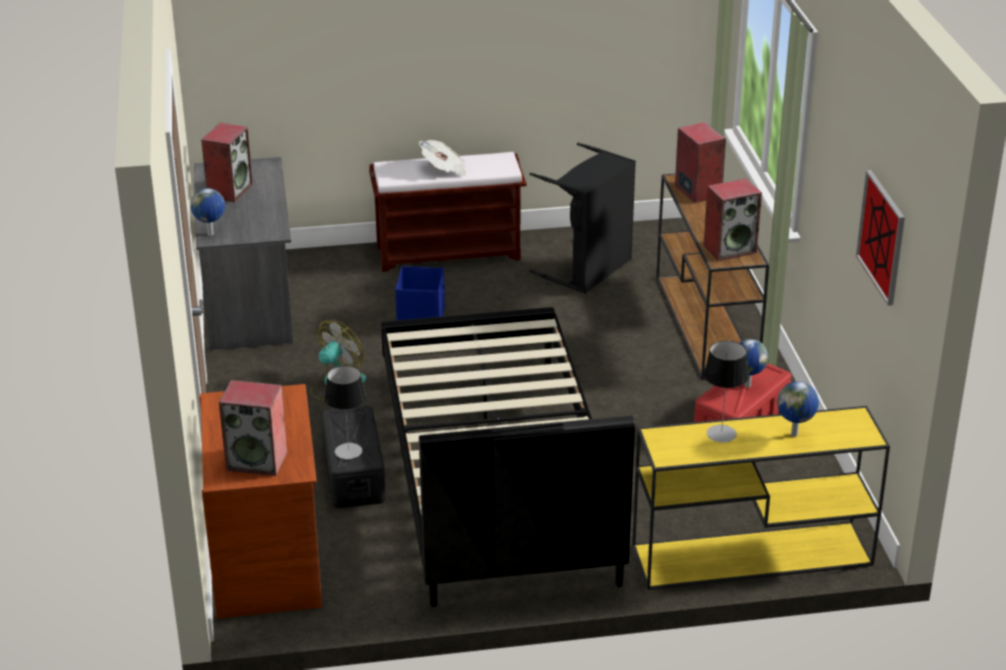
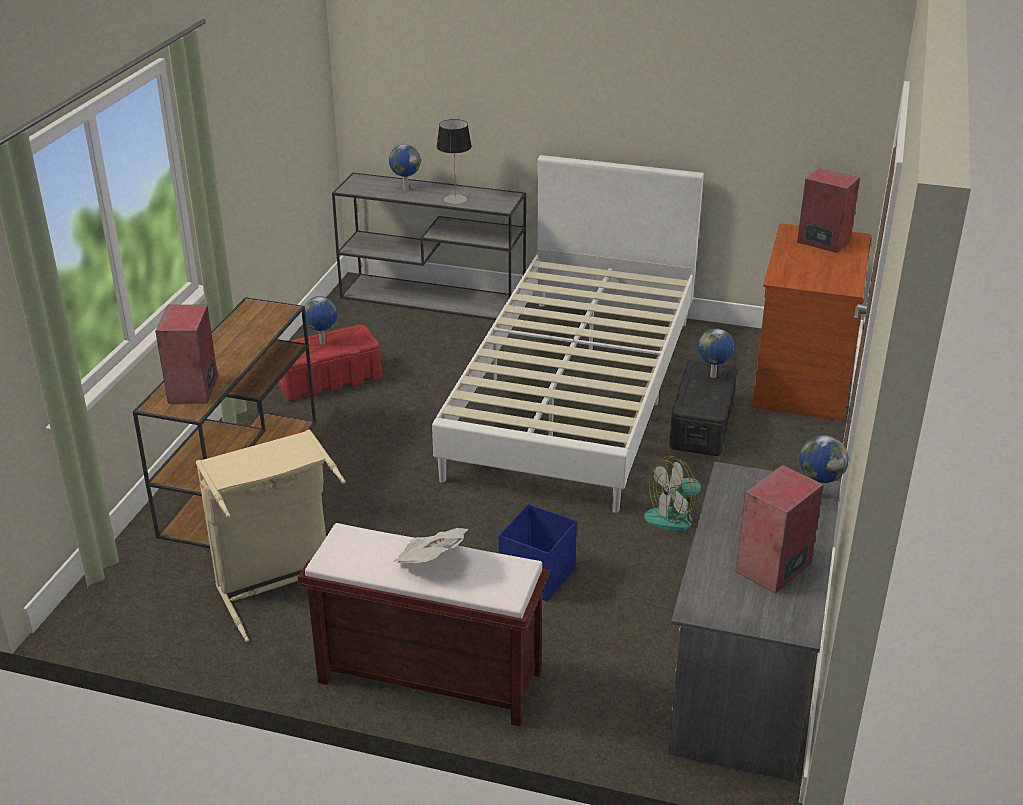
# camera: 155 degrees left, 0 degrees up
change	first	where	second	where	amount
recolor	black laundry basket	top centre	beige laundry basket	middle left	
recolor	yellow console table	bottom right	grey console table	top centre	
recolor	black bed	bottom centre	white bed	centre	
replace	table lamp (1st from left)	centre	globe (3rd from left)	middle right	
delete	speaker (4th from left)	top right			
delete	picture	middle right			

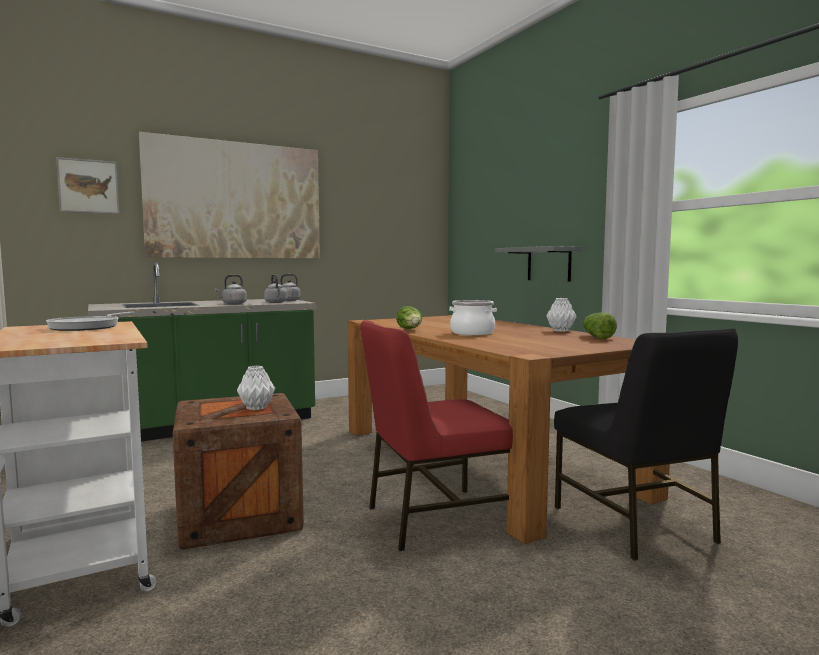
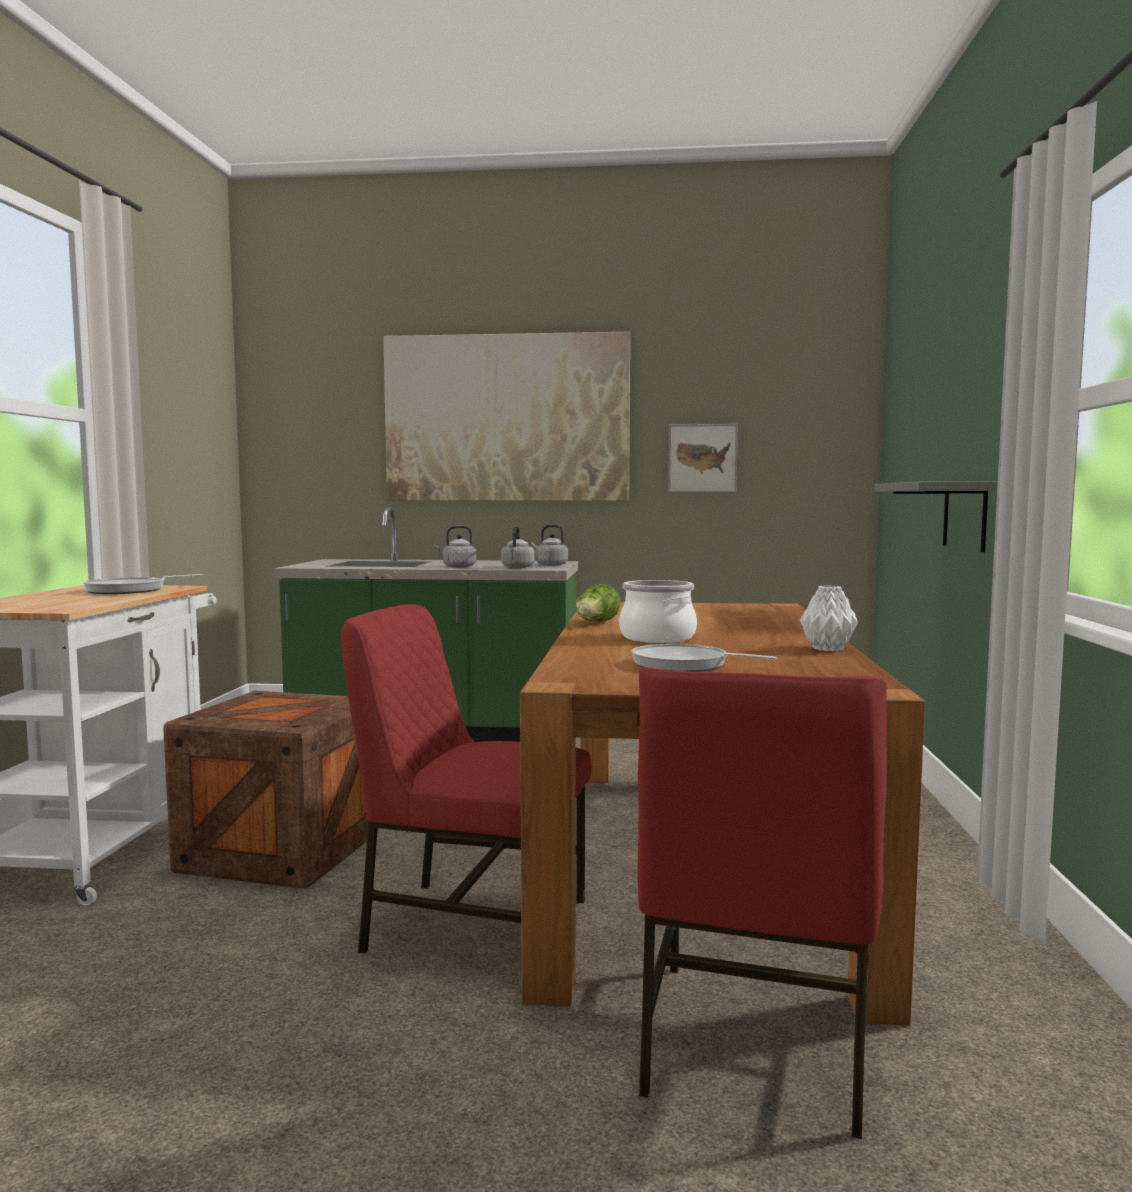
# camera: 35 degrees right, 0 degrees up
change	first	where	second	where	amount
insert			frying pan (2nd from left)	centre	
recolor	black chair	bottom right	red chair (2nd from left)	bottom right	
move	picture (1st from left in the first image)	top left	picture (2nd from left)	centre	
delete	white vase (1st from left)	middle left			
delete	lettuce (2nd from left)	middle right			

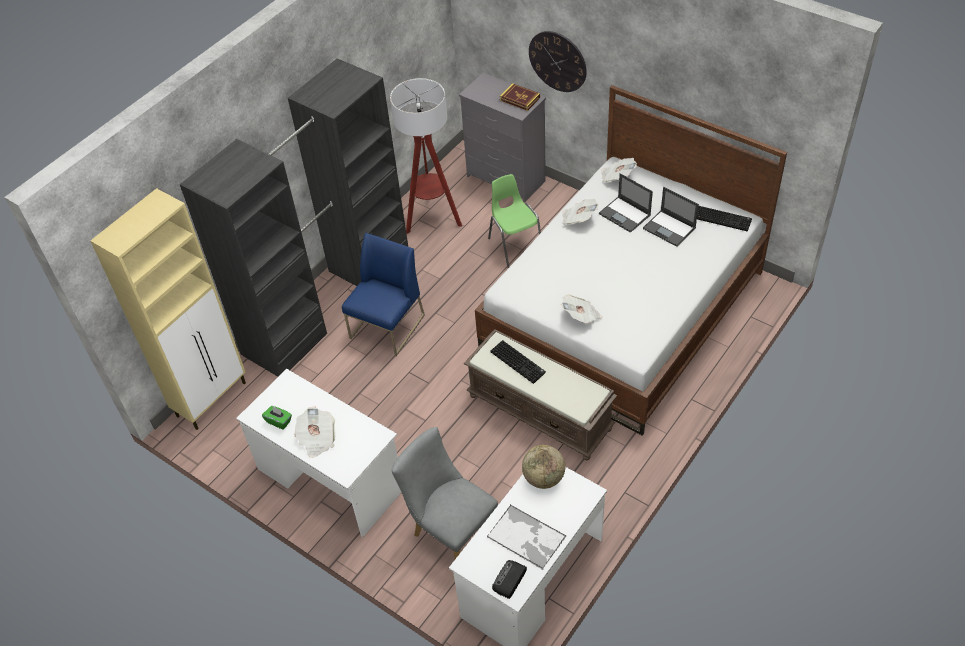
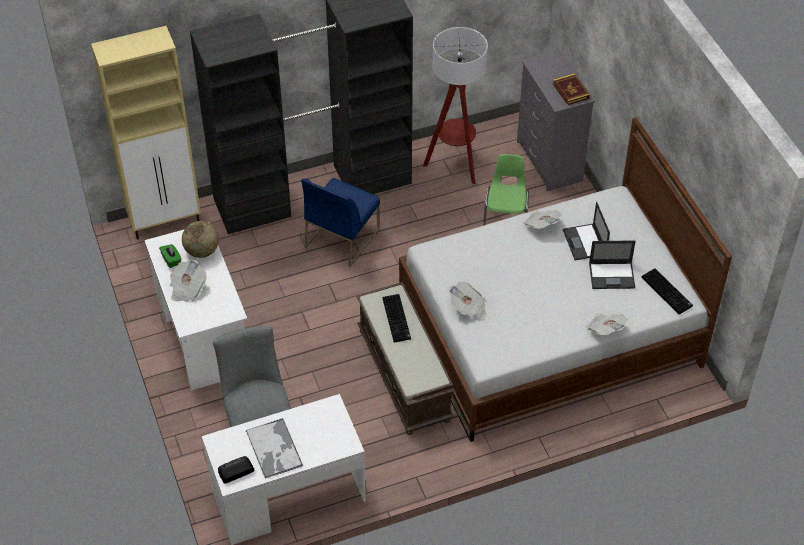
# camera: 30 degrees right, 0 degrees up
change	first	where	second	where	amount
move	globe	bottom centre		middle left	
rotate	blue chair	centre		centre	150 degrees clockwise
move	newspaper (4th from left)	top centre		middle right	
rotate	laptop (2nd from left)	middle right		middle right	75 degrees counterclockwise
delete	wall clock	top centre			

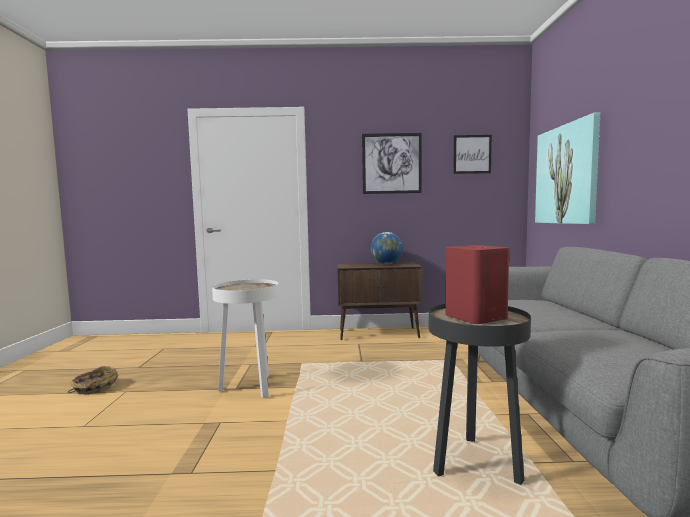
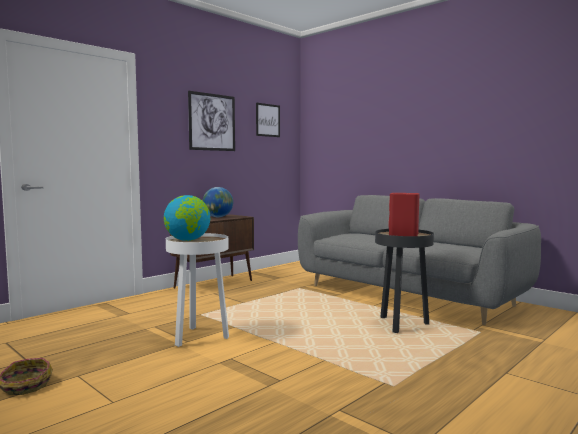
# camera: 45 degrees left, 0 degrees up
change	first	where	second	where	amount
insert			globe (1st from left)	middle left	
delete	picture (3rd from left)	top right			

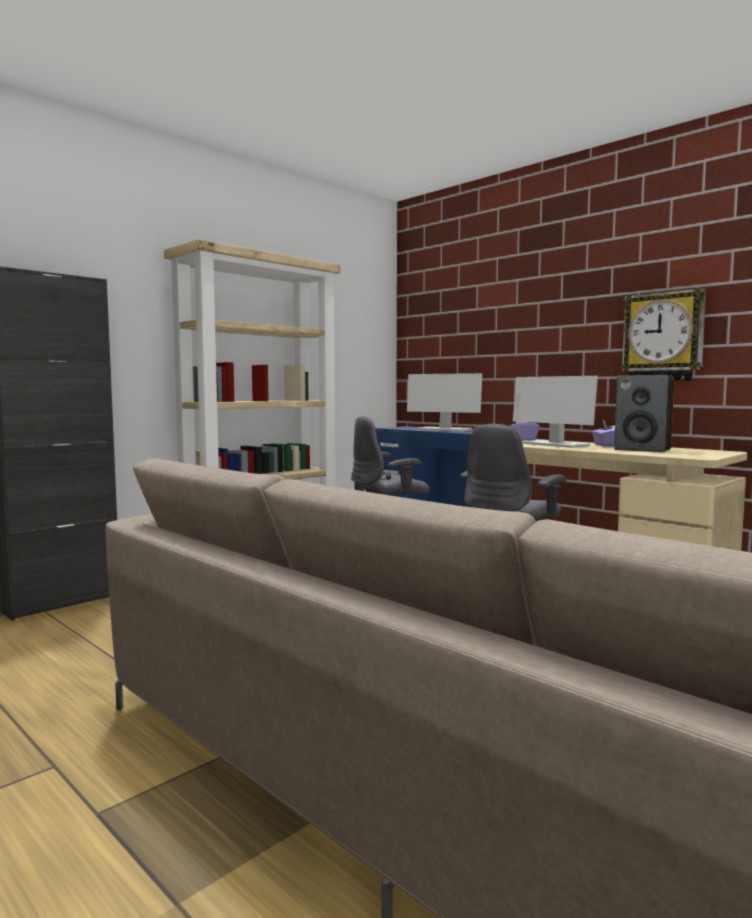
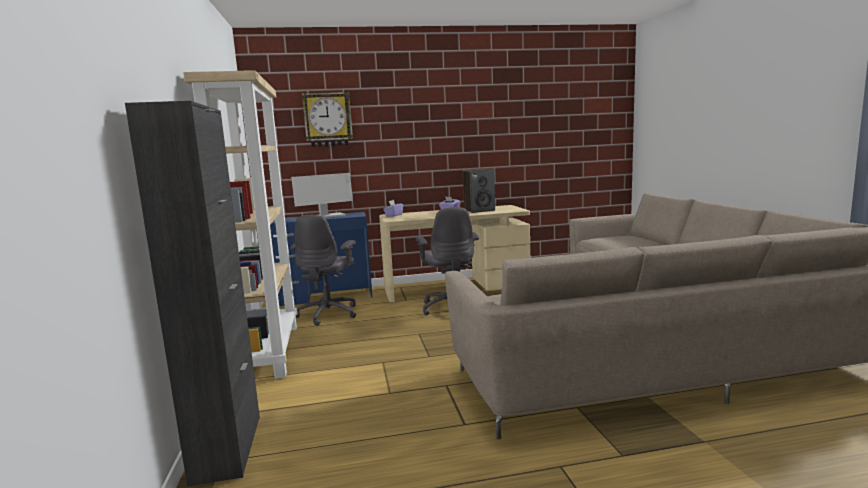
# camera: 55 degrees left, 5 degrees up
change	first	where	second	where	amount
move	wall clock	middle right		top centre	
delete	monitor (2nd from left)	middle right			

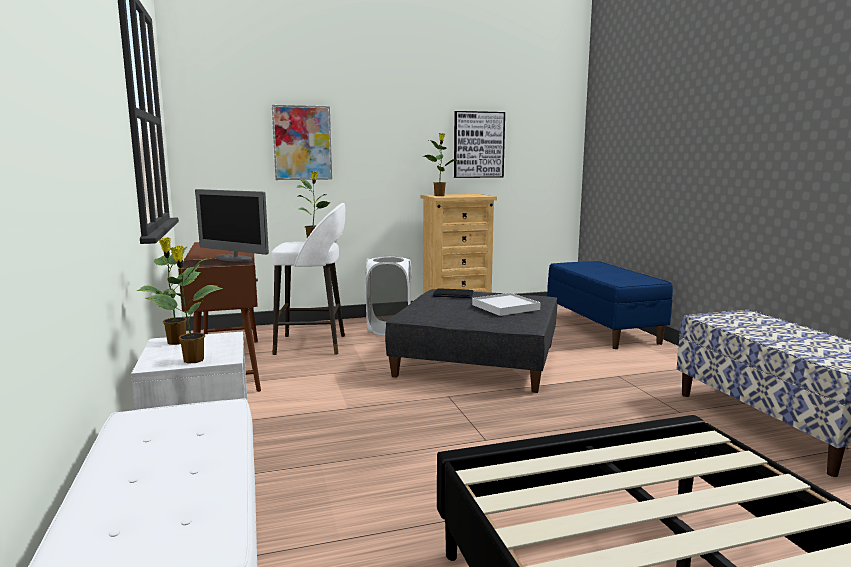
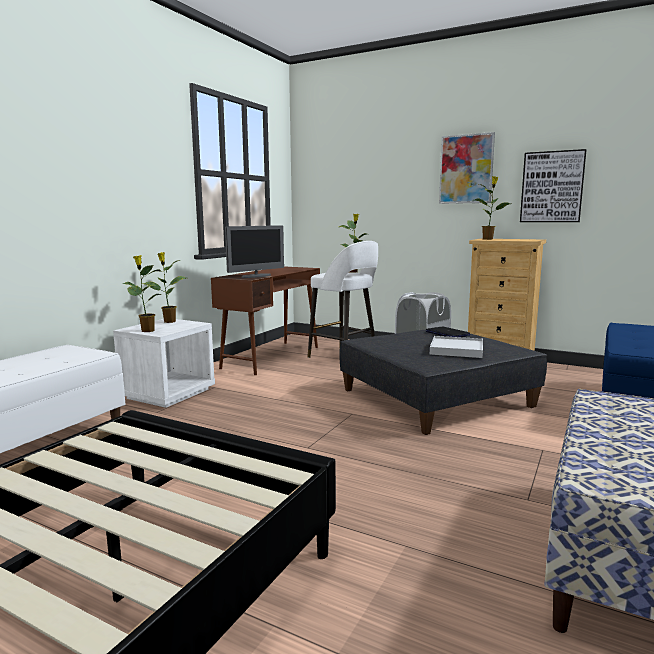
# camera: 45 degrees right, 0 degrees up
change	first	where	second	where	amount
rotate	monitor	middle left		centre	120 degrees counterclockwise
move	picture (1st from left)	top centre		top right	

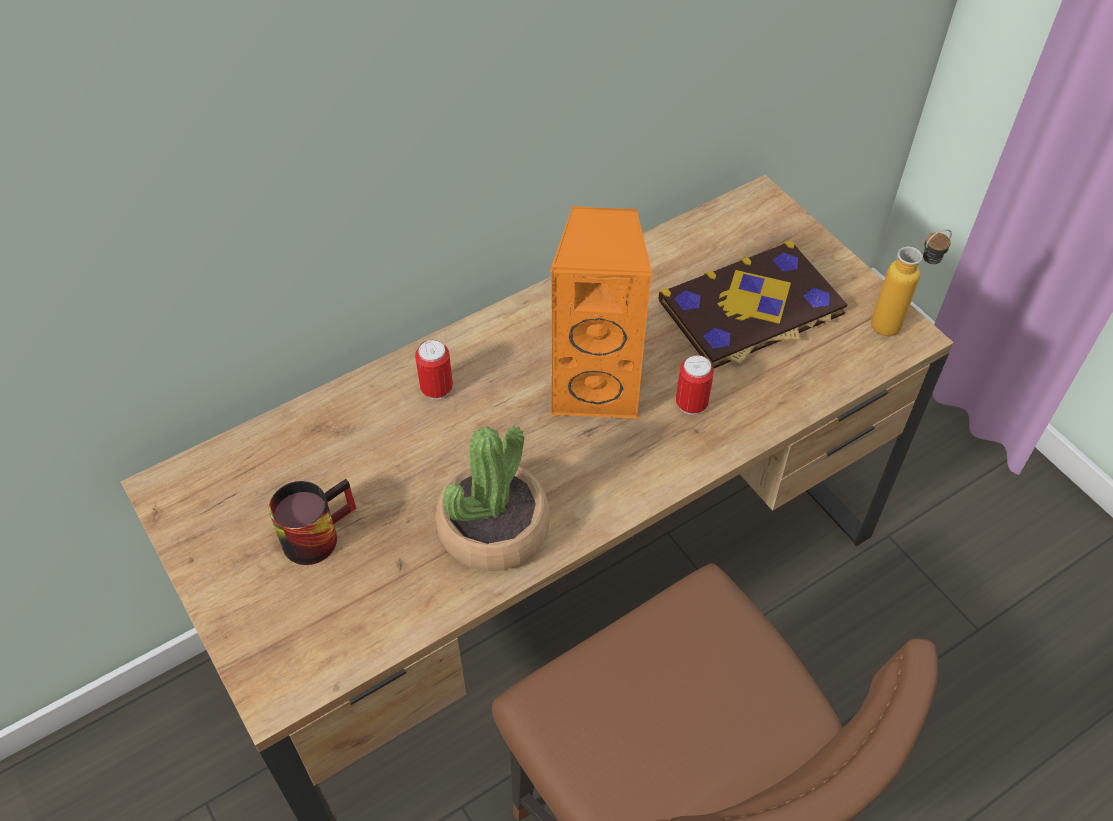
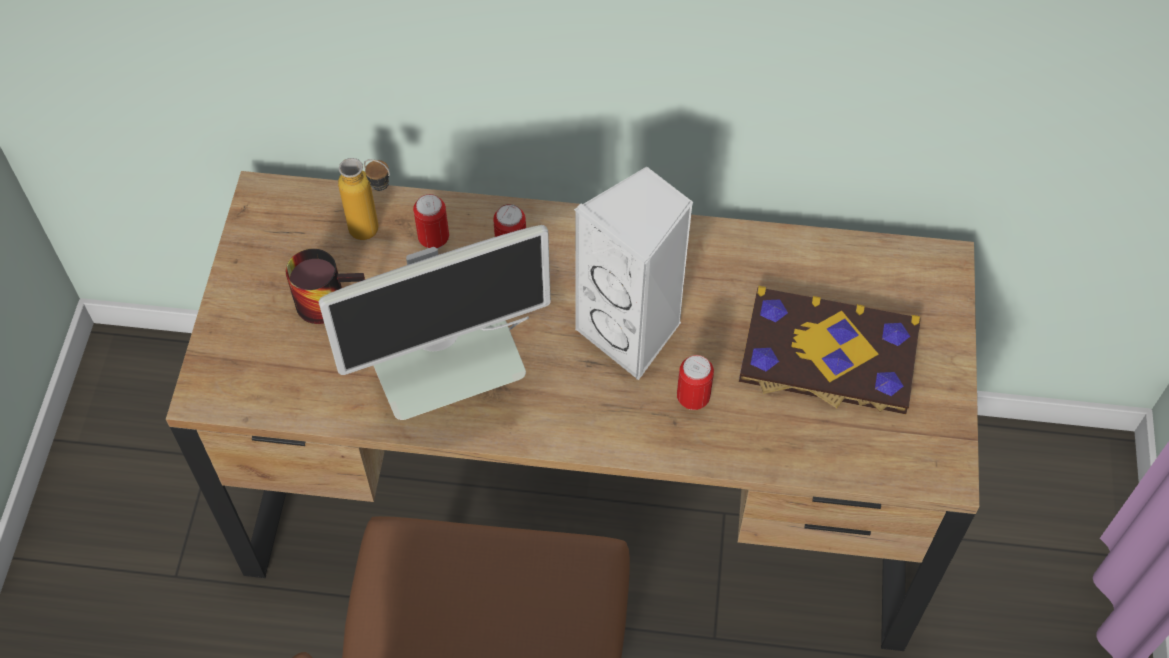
# camera: 40 degrees right, 5 degrees up
change	first	where	second	where	amount
replace	potted plant	centre	monitor	centre	
move	bottle	middle right		top left	
insert			can (1st from left)	centre	
recolor	orange speaker	centre	white speaker	centre	

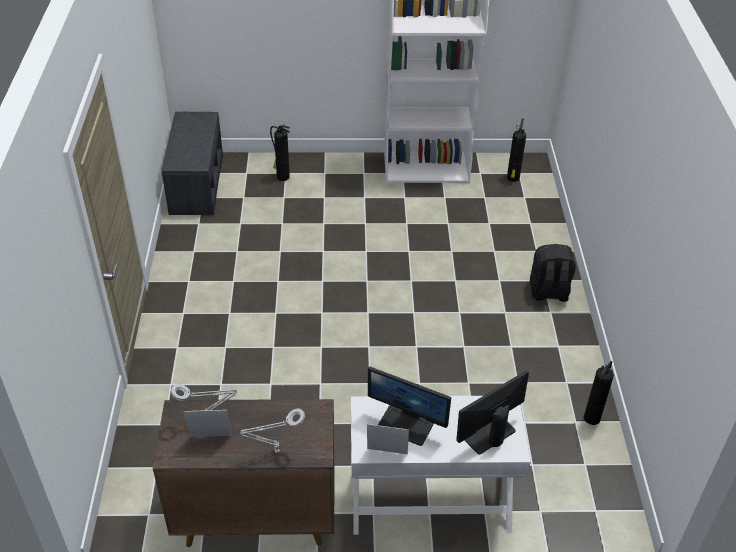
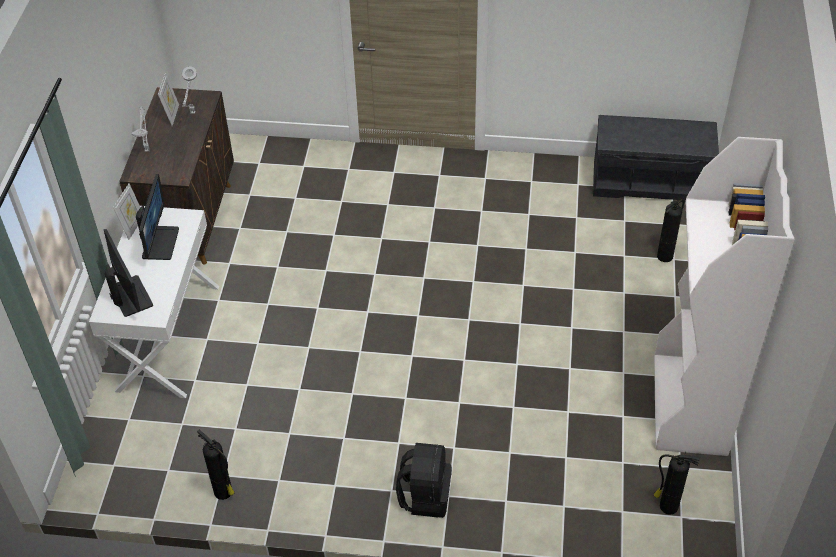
# camera: 100 degrees right, 5 degrees up
change	first	where	second	where	amount
rotate	monitor (1st from left in the first image)	bottom centre	monitor (2nd from left)	middle left	150 degrees clockwise

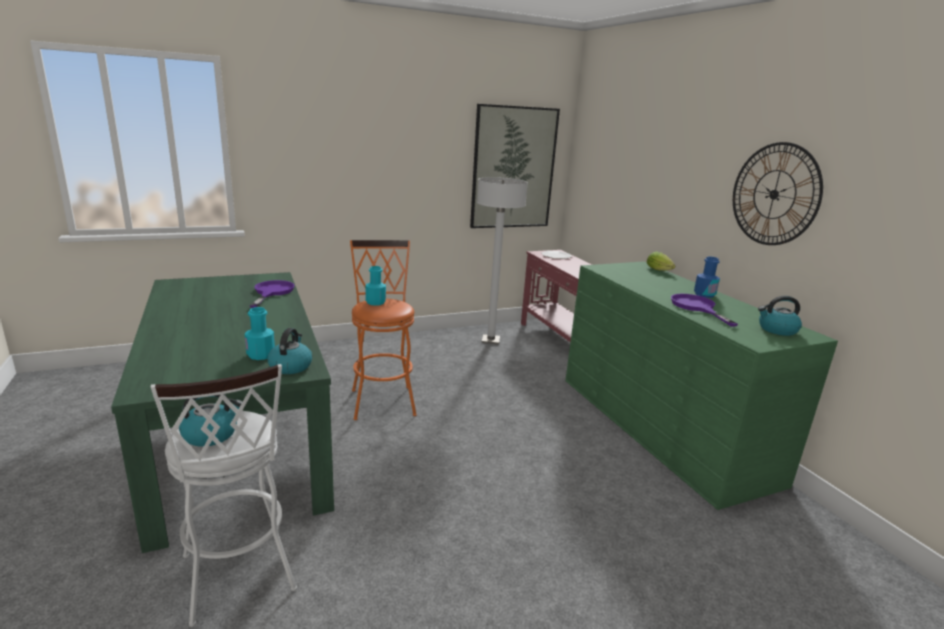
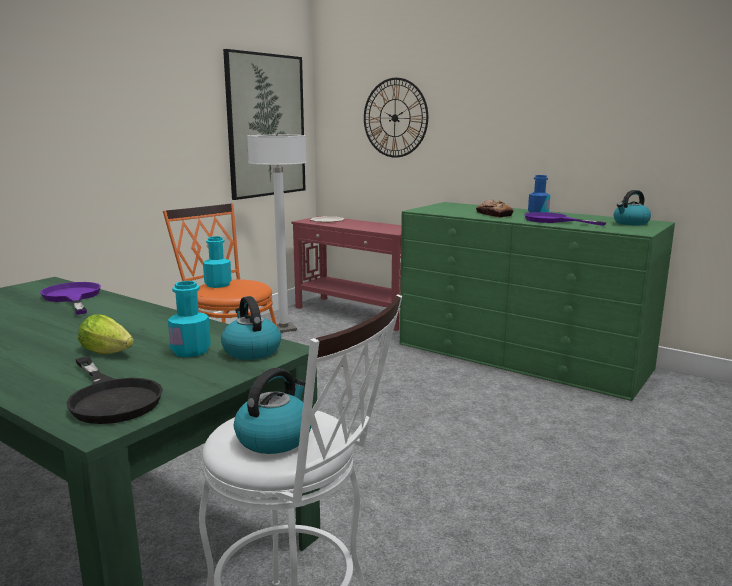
# camera: 30 degrees left, 5 degrees down
change	first	where	second	where	amount
insert			black frying pan	middle left	
move	lettuce	middle right		middle left	
move	wall clock	top right		top centre	
insert			bread	middle right	

